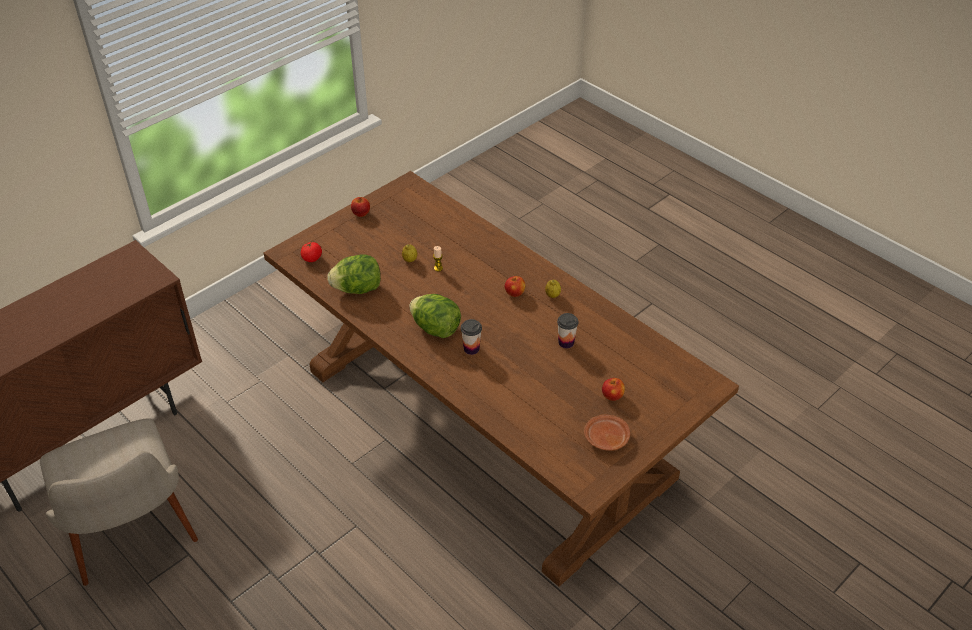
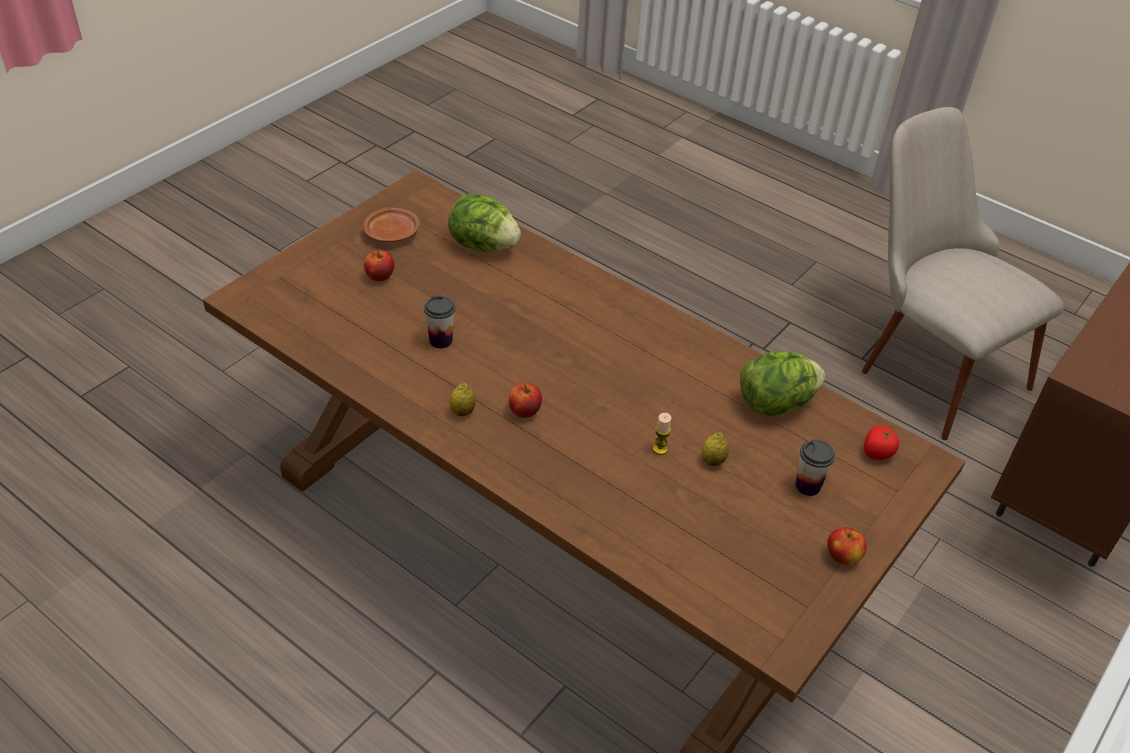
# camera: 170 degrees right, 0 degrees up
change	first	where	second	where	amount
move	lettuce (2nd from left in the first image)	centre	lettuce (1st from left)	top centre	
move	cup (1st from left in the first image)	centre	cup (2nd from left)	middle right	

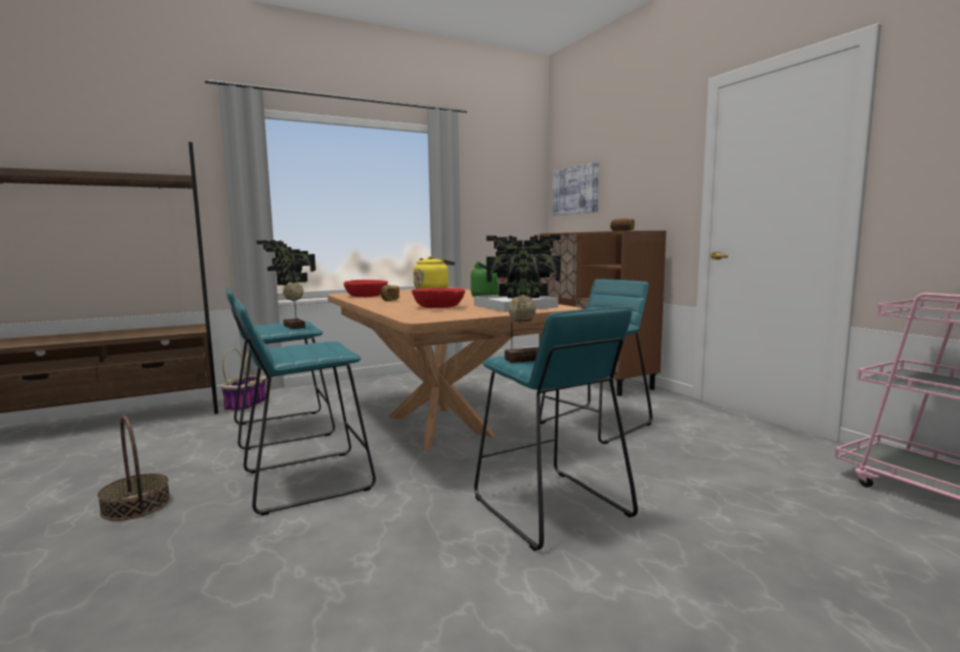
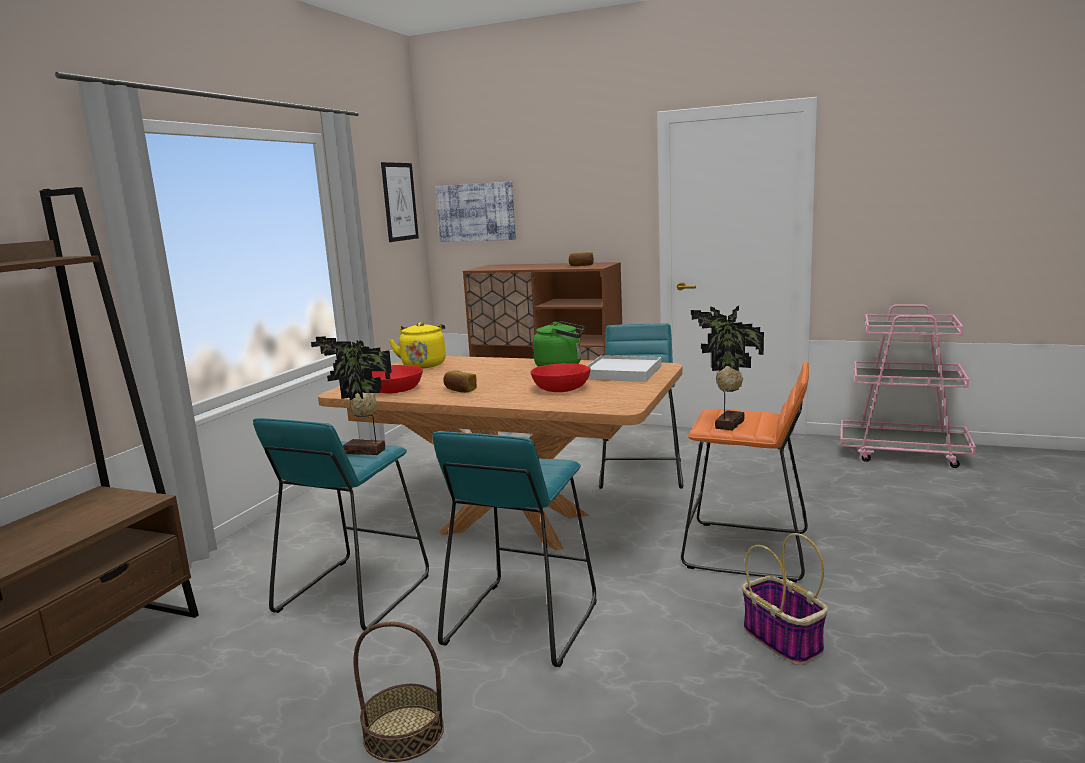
# camera: 40 degrees left, 5 degrees up
change	first	where	second	where	amount
insert			picture (1st from left)	top centre	
recolor	turquoise stool (3rd from left)	centre	orange stool	middle right	
move	basket (2nd from left)	middle left		bottom right	

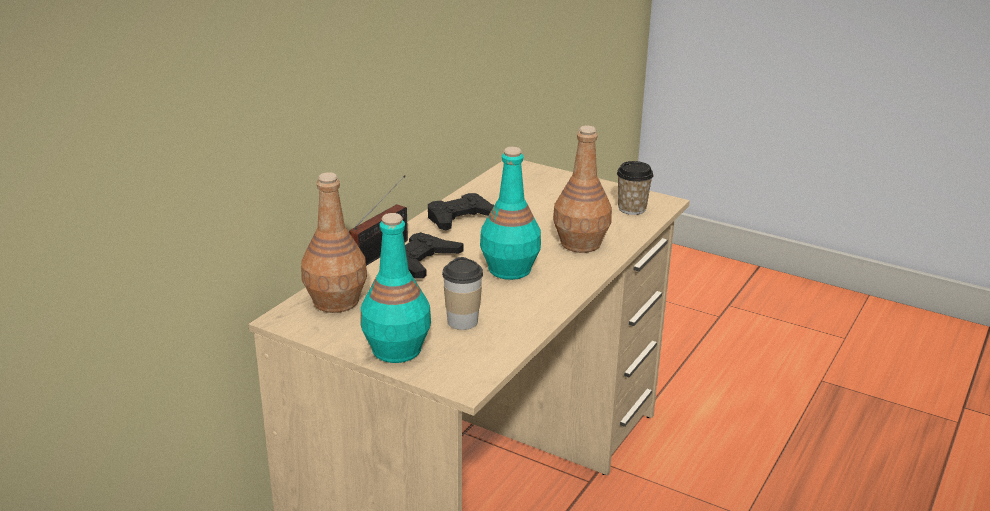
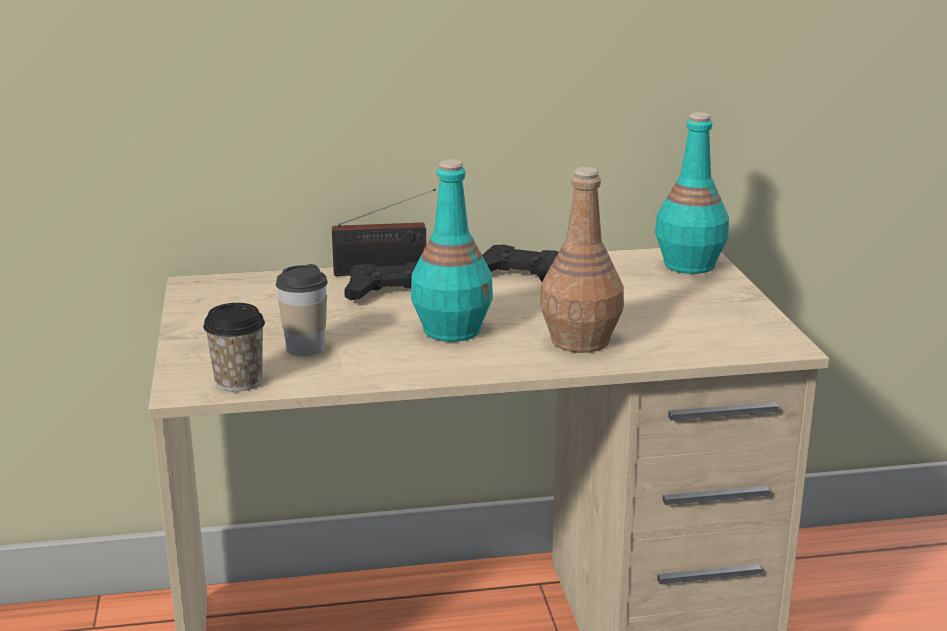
# camera: 50 degrees right, 5 degrees down
change	first	where	second	where	amount
move	cup (2nd from left in the first image)	centre	cup (1st from left)	middle left	
move	turquoise bottle (1st from left in the first image)	centre	turquoise bottle (2nd from left)	top right	
delete	brown bottle (1st from left)	centre			

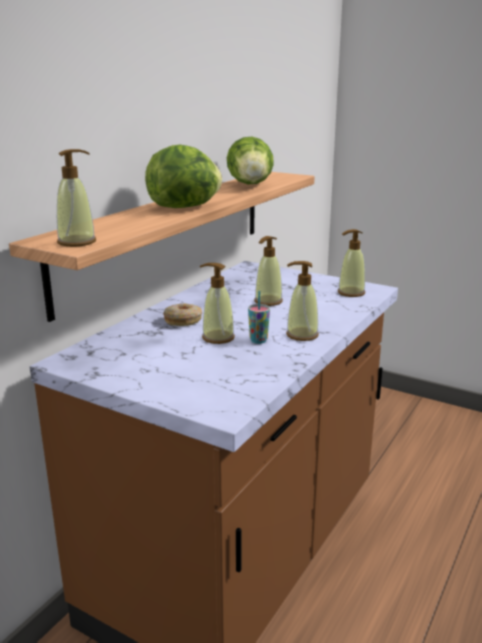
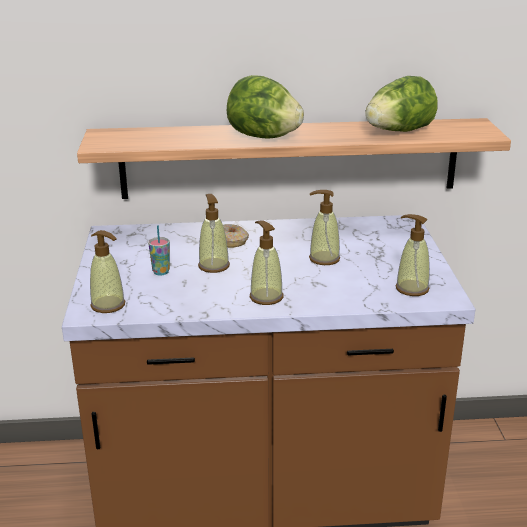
# camera: 55 degrees right, 5 degrees up
change	first	where	second	where	amount
move	soap dispenser (1st from left)	top left		middle left	
move	cup	centre		middle left	

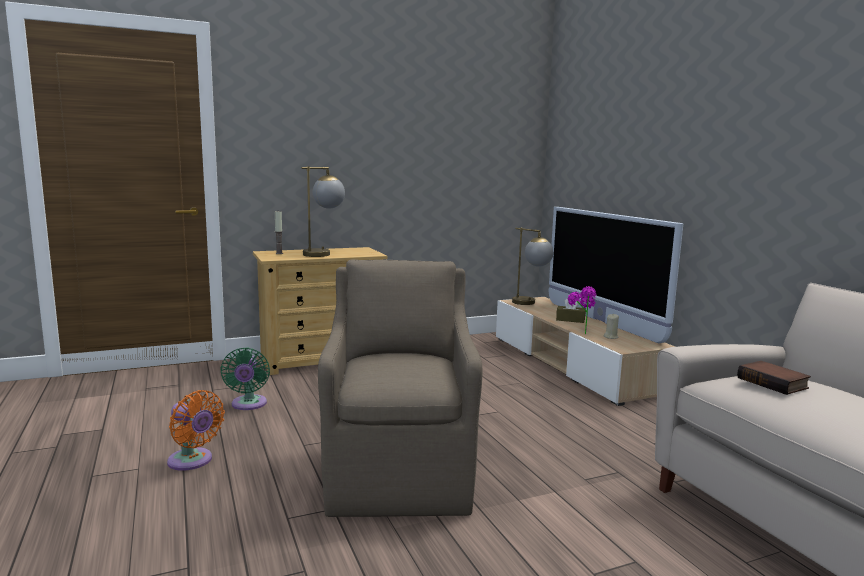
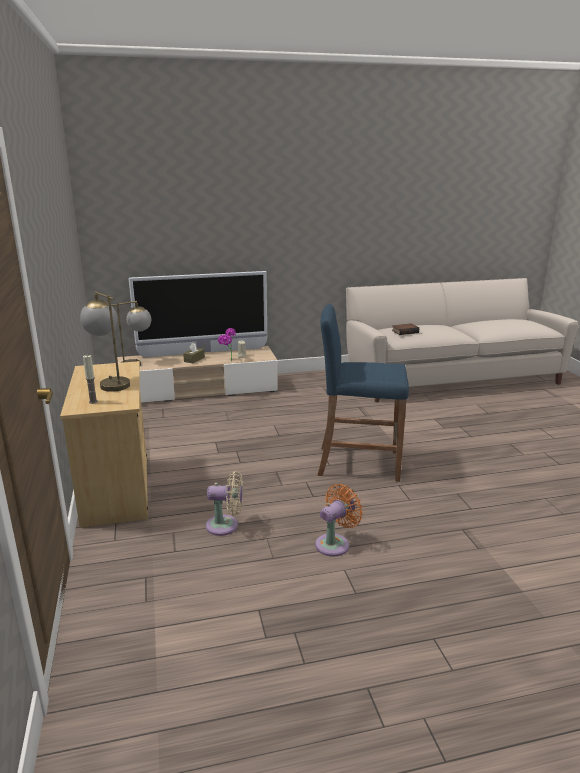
# camera: 80 degrees left, 10 degrees up
change	first	where	second	where	amount
recolor	green fan	middle left	beige fan	centre	
replace	brown armchair	bottom centre	blue stool	centre	

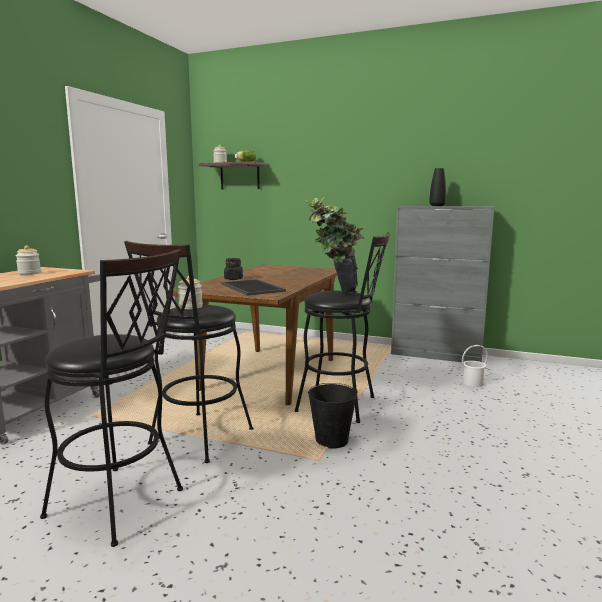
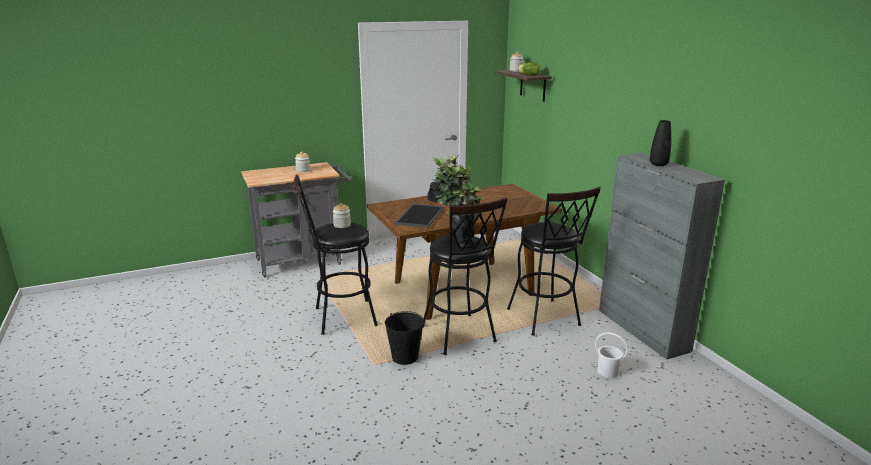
# camera: 45 degrees right, 10 degrees up
change	first	where	second	where	amount
move	black stool (1st from left in the first image)	middle left	black stool (3rd from left)	centre	

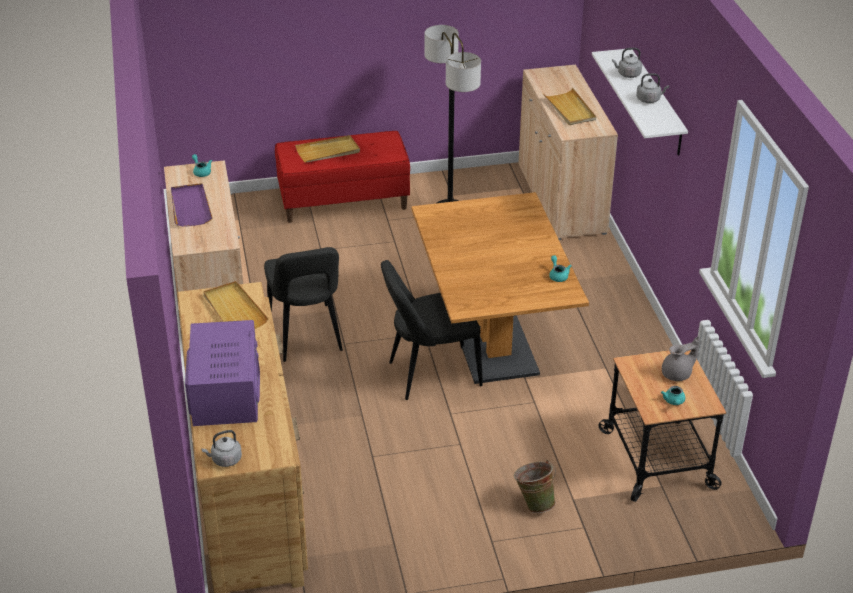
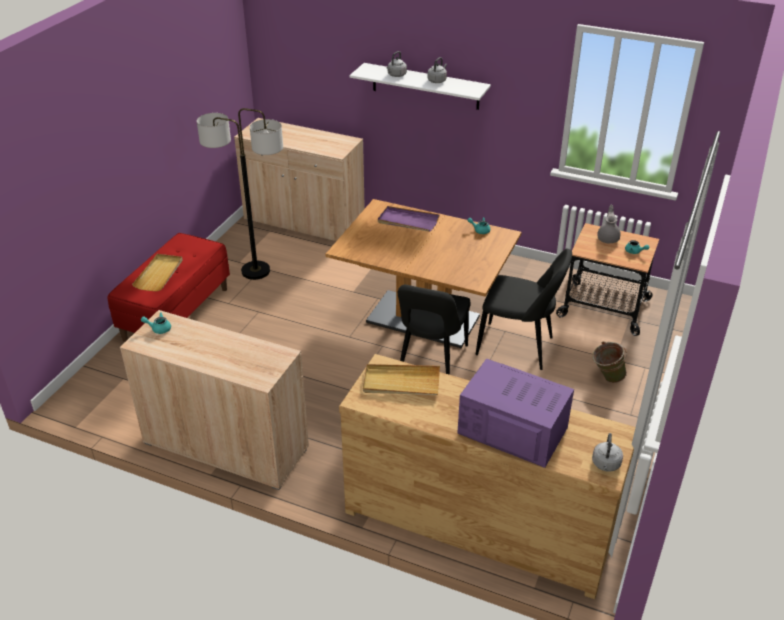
# camera: 55 degrees left, 0 degrees up
change	first	where	second	where	amount
move	purple tray	middle left		centre	
move	black chair (1st from left in the first image)	centre	black chair (2nd from left)	middle right	
delete	beige tray (3rd from left)	top right			

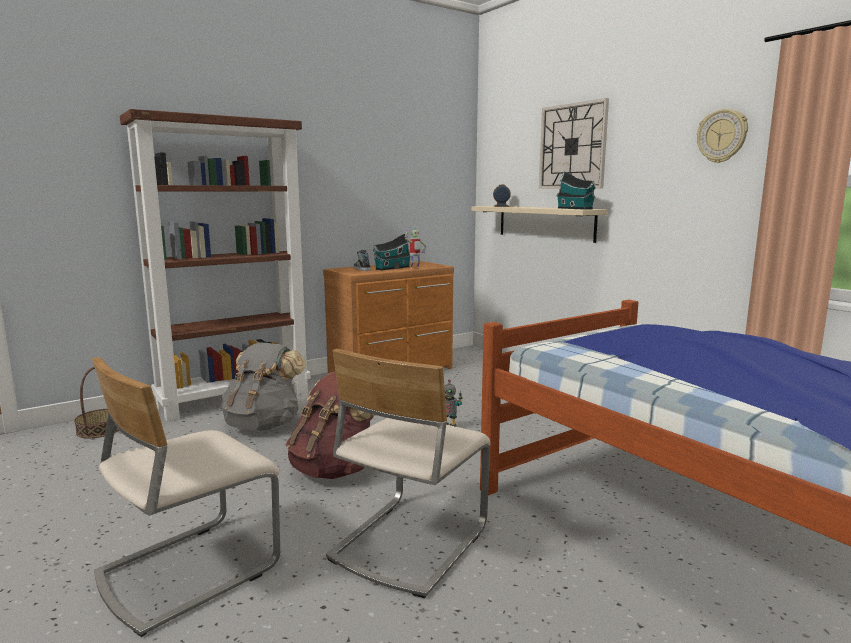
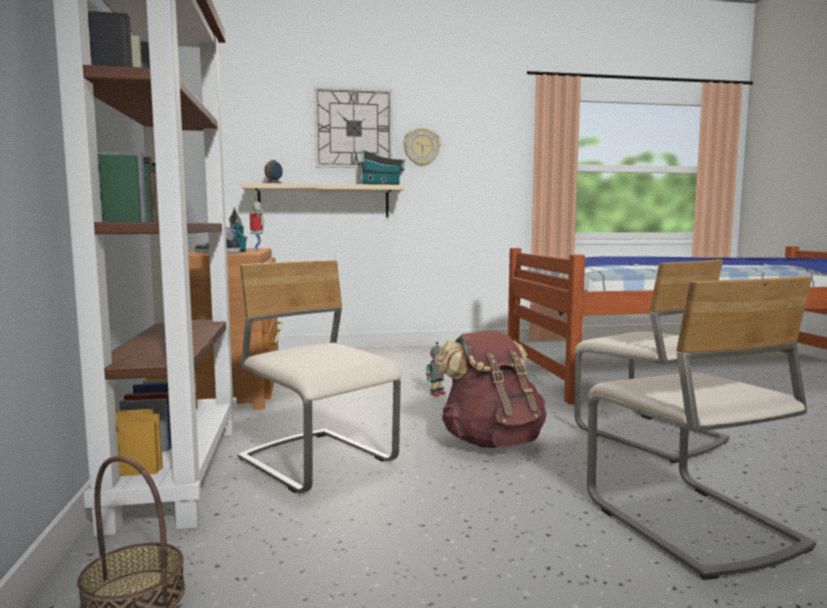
# camera: 65 degrees left, 5 degrees down
change	first	where	second	where	amount
replace	grey backpack	middle left	beige chair (1st from left)	centre	
move	wall clock (2nd from left)	top right		top centre	

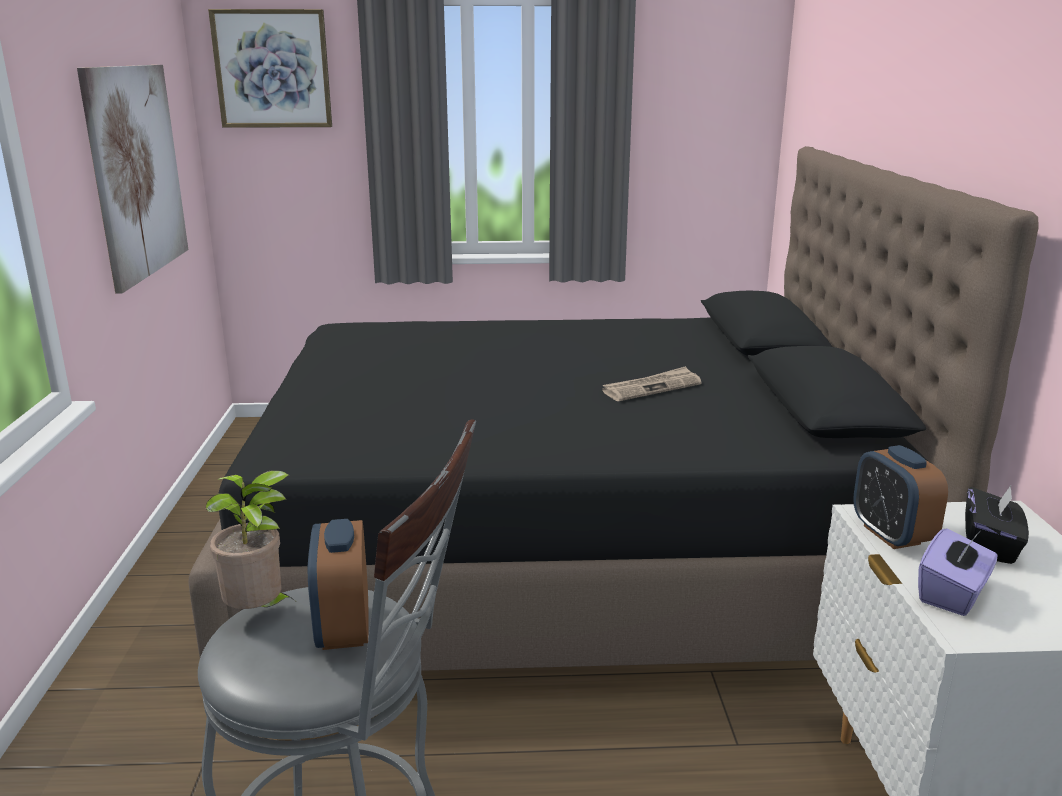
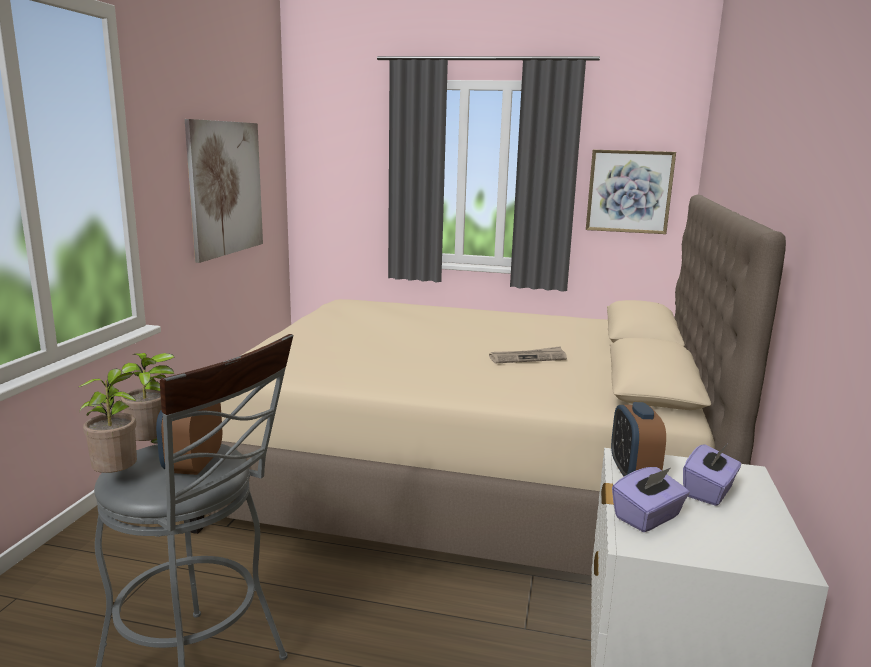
# camera: 15 degrees right, 5 degrees down
change	first	where	second	where	amount
insert			potted plant (1st from left)	middle left	
recolor	black bed	centre	beige bed	centre	
move	picture (2nd from left)	top left		top right	
recolor	black tissue box	middle right	purple tissue box (2nd from left)	bottom right	

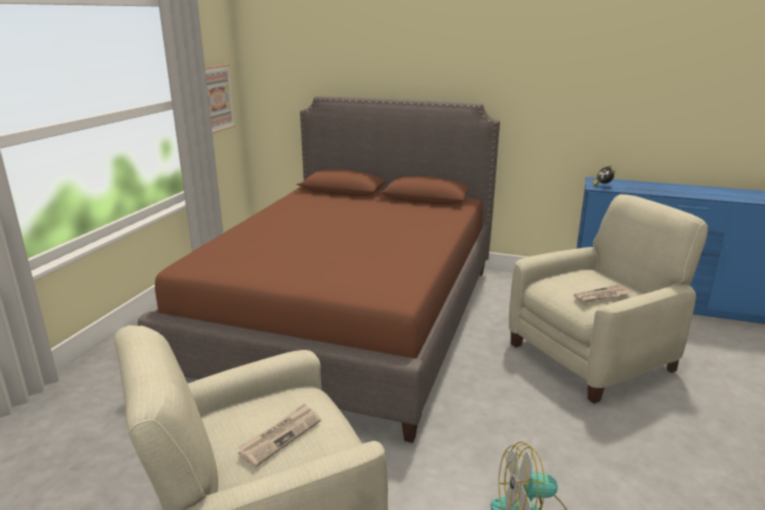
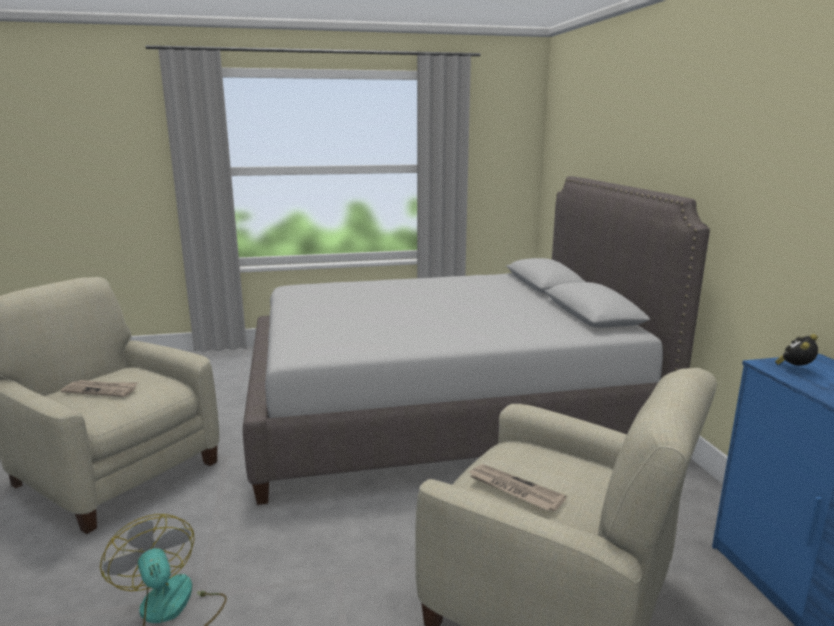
# camera: 60 degrees right, 5 degrees down
change	first	where	second	where	amount
recolor	brown bed	centre	grey bed	centre	
delete	picture	top left			

